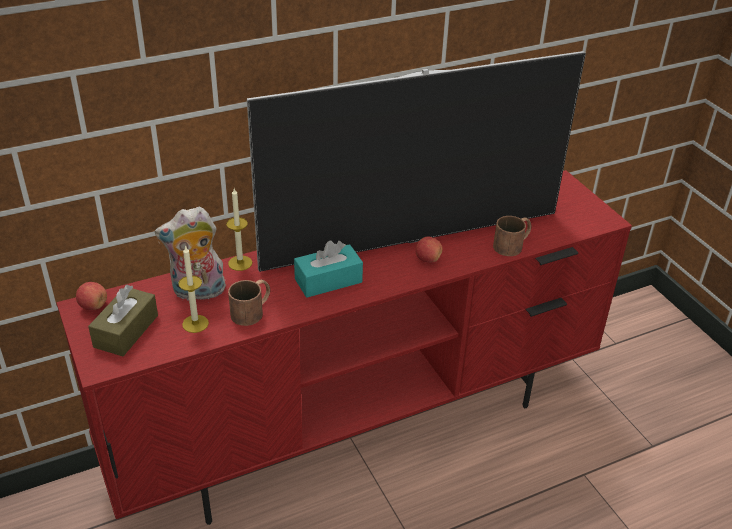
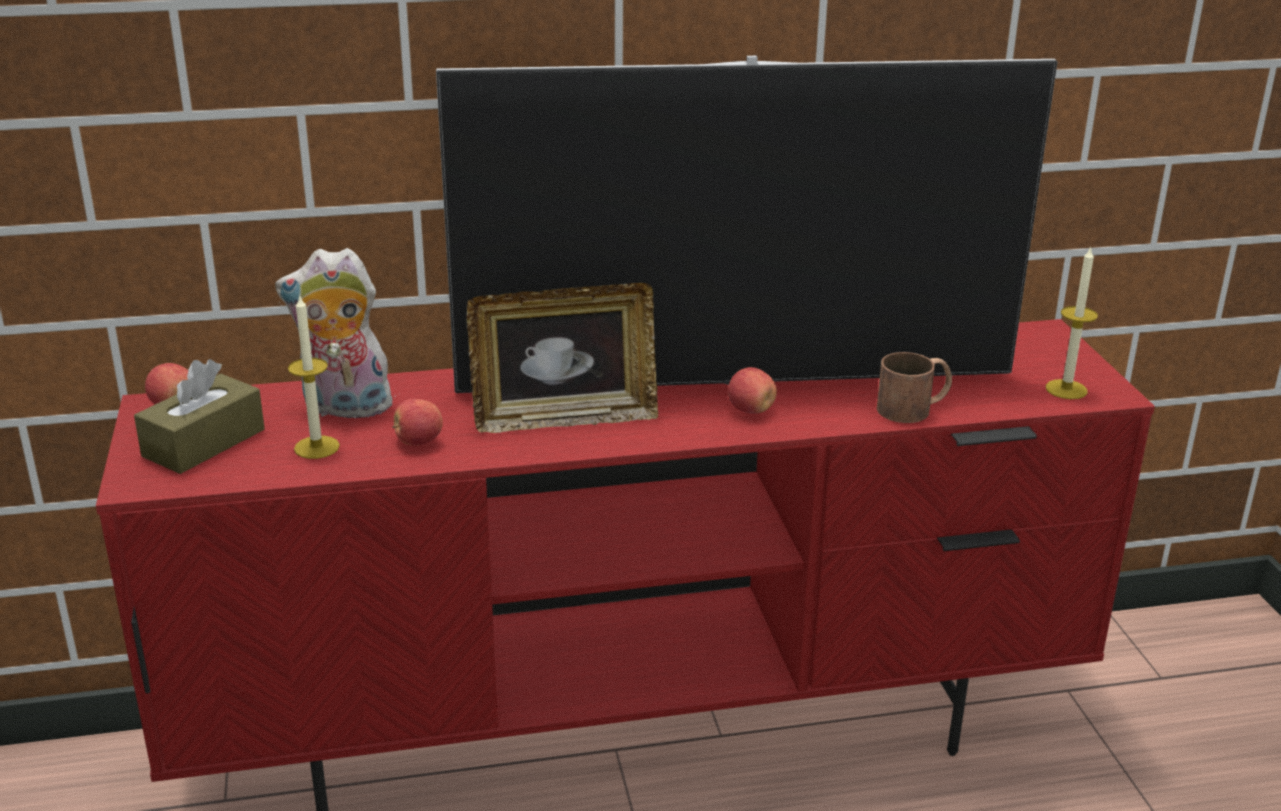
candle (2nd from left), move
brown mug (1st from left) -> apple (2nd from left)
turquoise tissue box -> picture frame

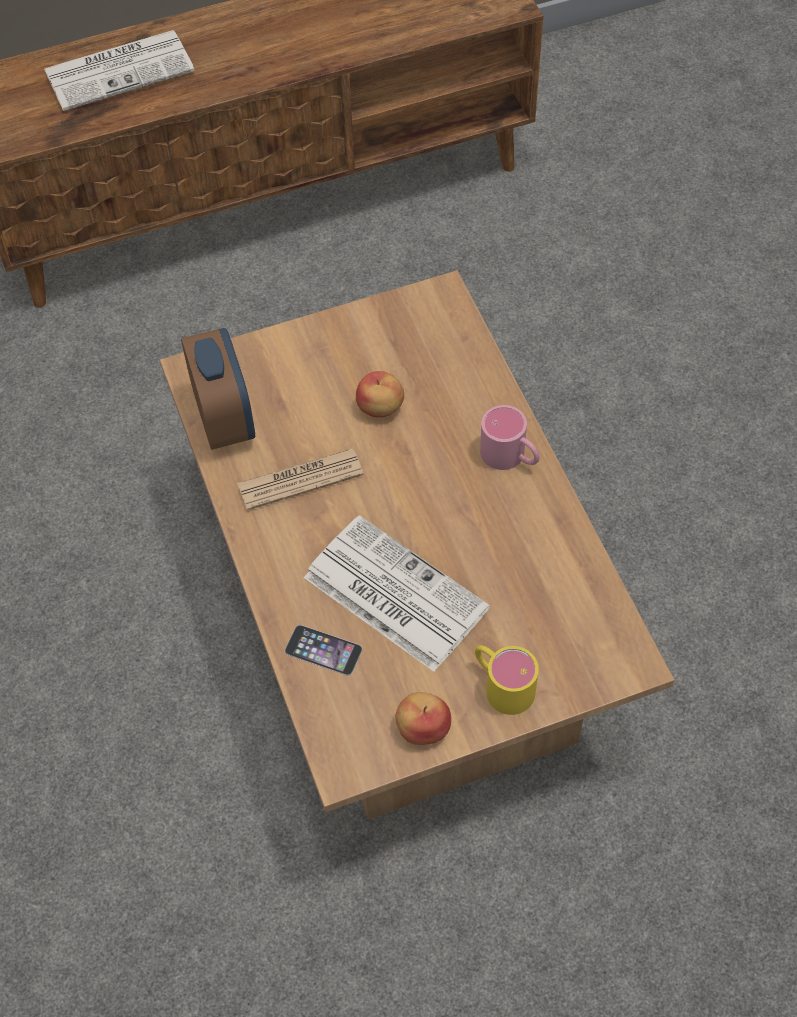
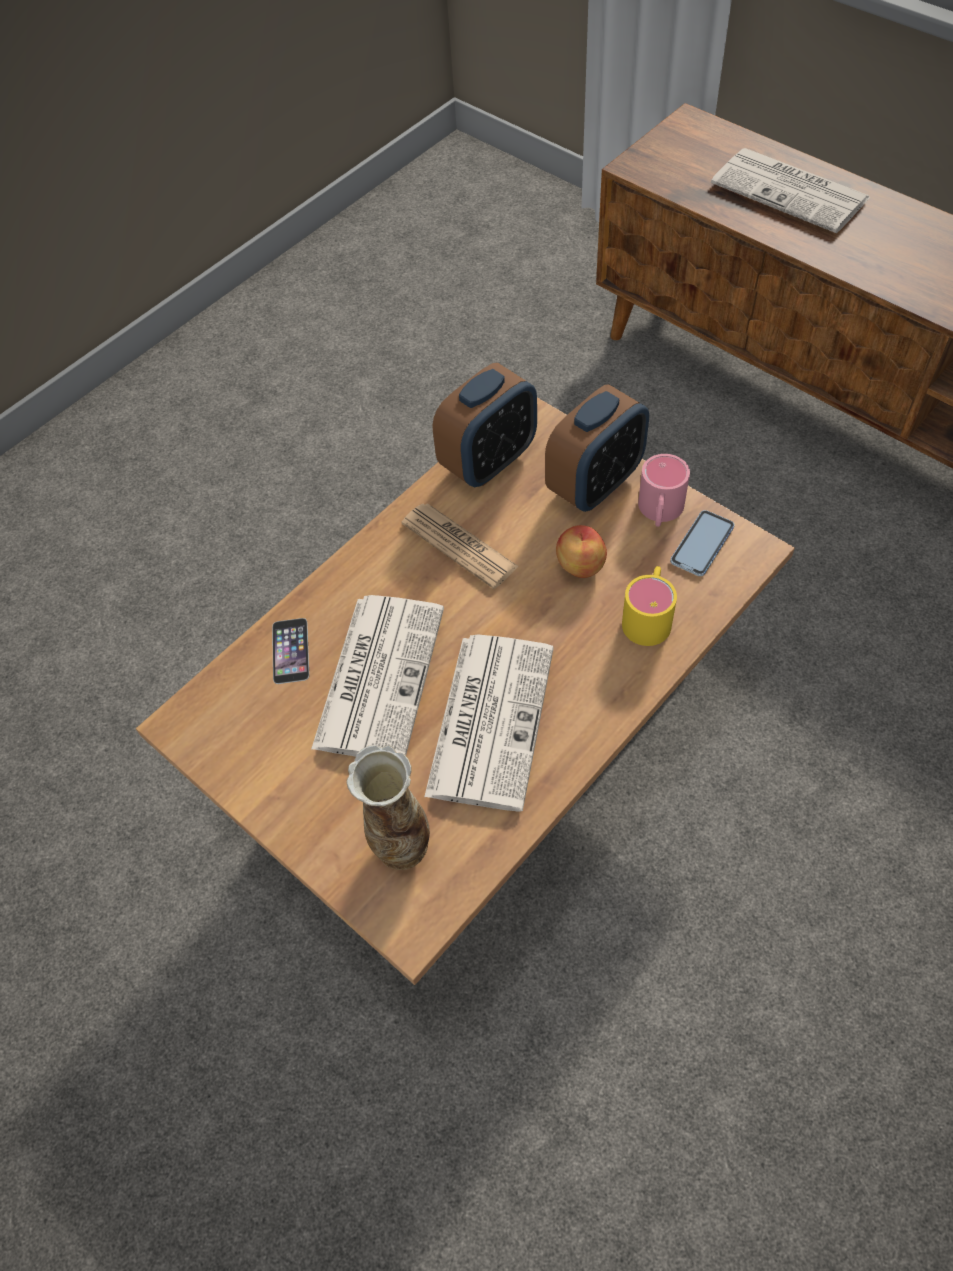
apple (2nd from left) -> none
yellow mug, move
pink mug, move
none -> vase
none -> newspaper (3rd from left)
none -> alarm clock (2nd from left)
none -> phone (2nd from left)

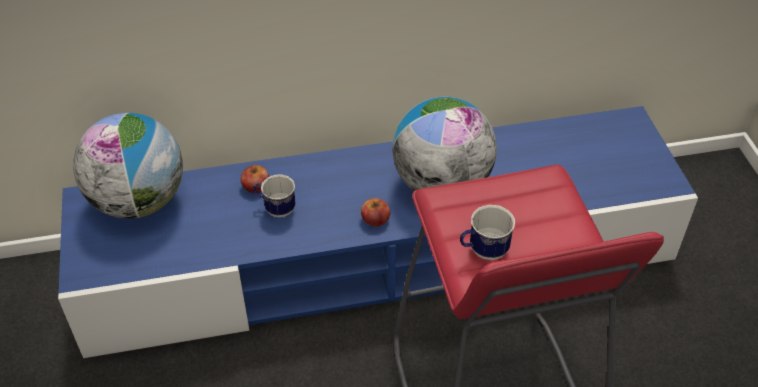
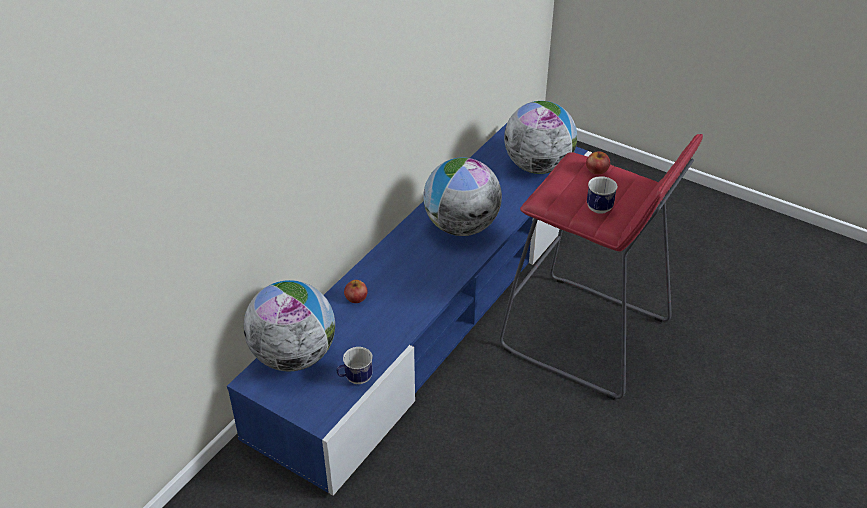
mug (1st from left), move
apple (2nd from left), move
none -> globe (3rd from left)

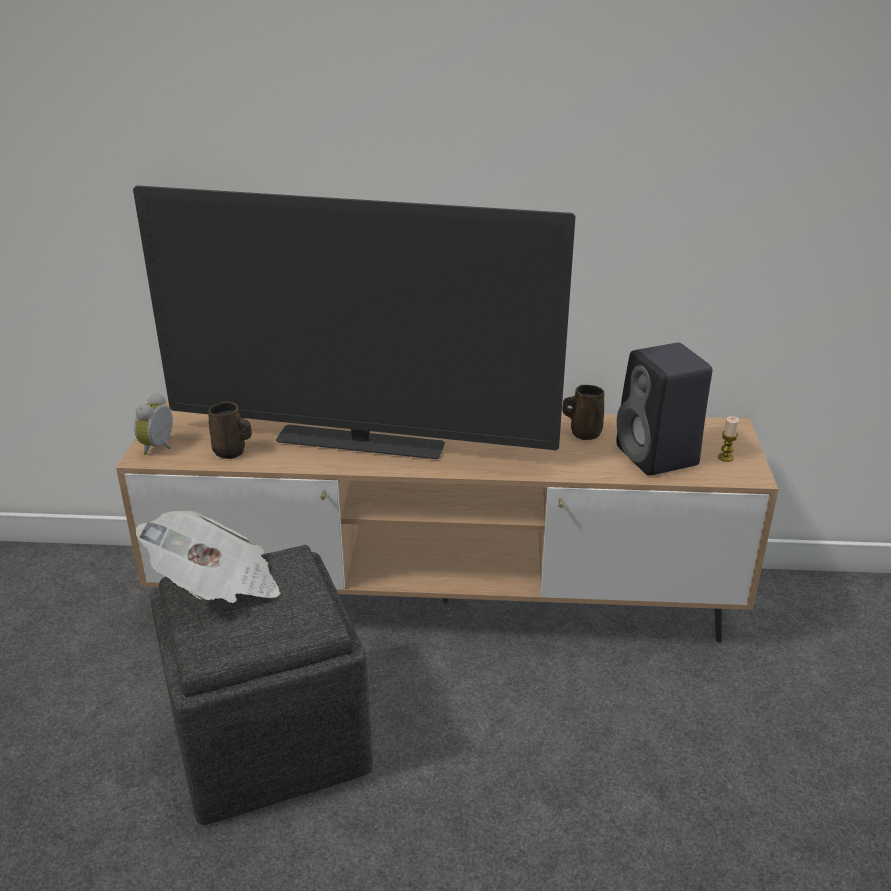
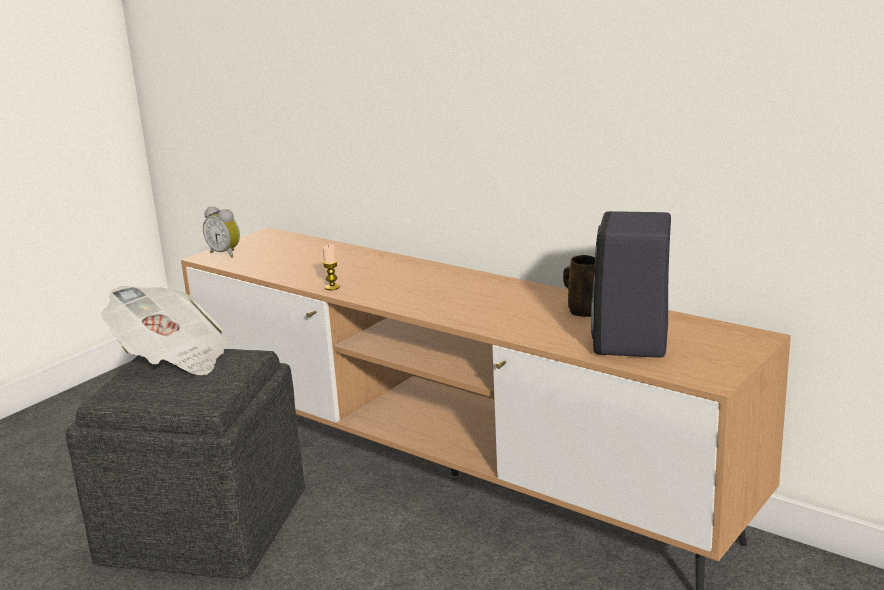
television -> none
alarm clock, 105 degrees counterclockwise
brown mug (1st from left) -> none
candle, move

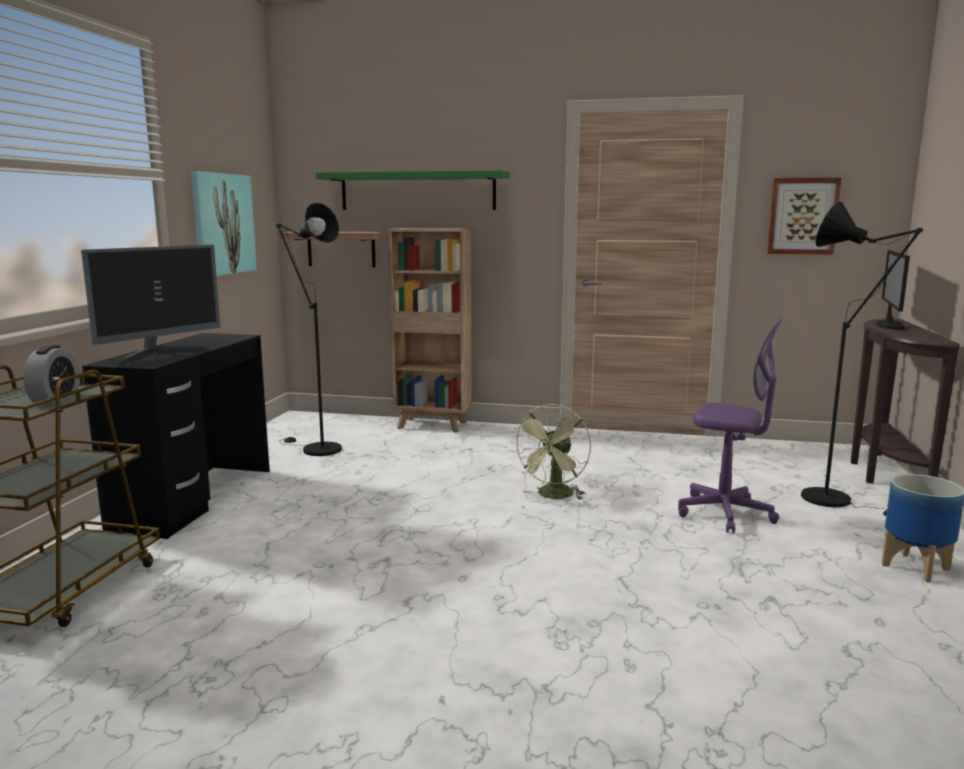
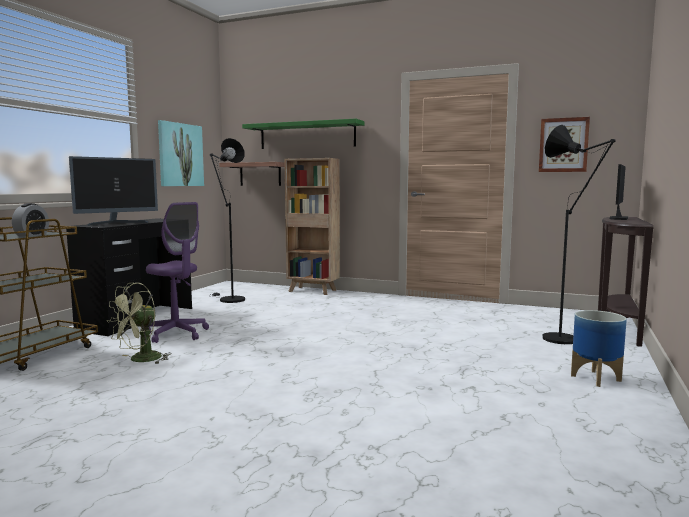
green fan, move
purple office chair, move

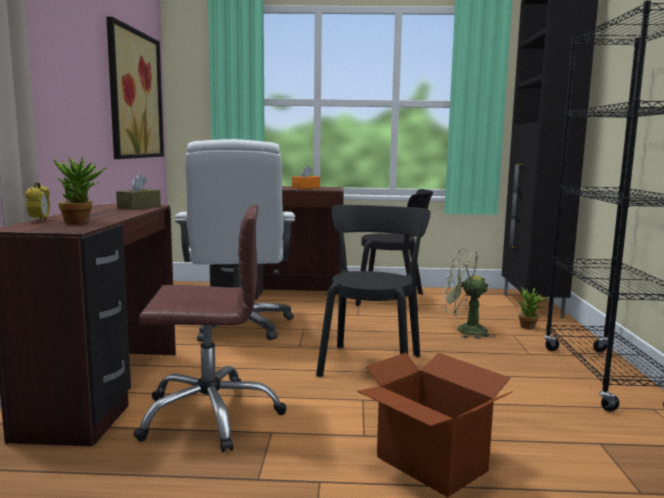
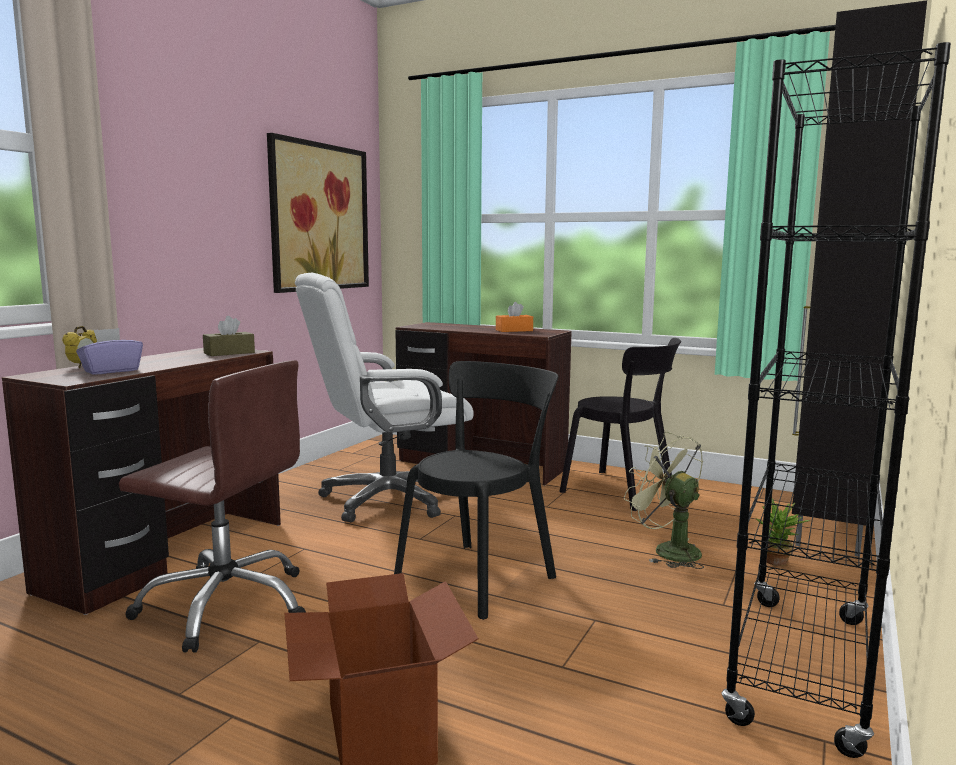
potted plant (1st from left) -> purple tissue box
white office chair, 45 degrees clockwise

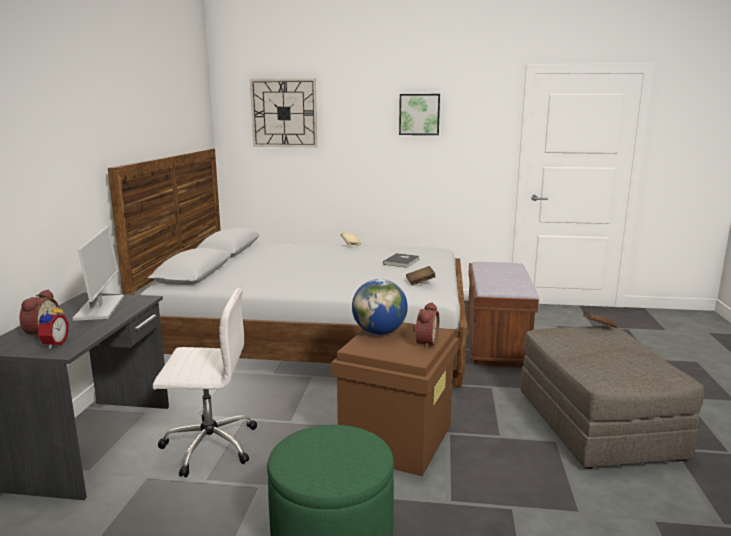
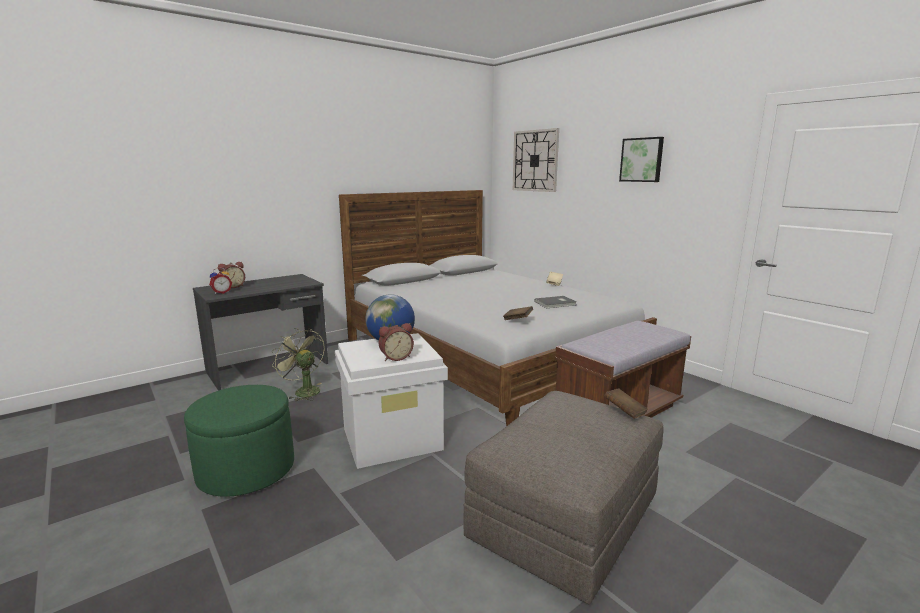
monitor -> none
white office chair -> green fan
brown storage box -> white storage box

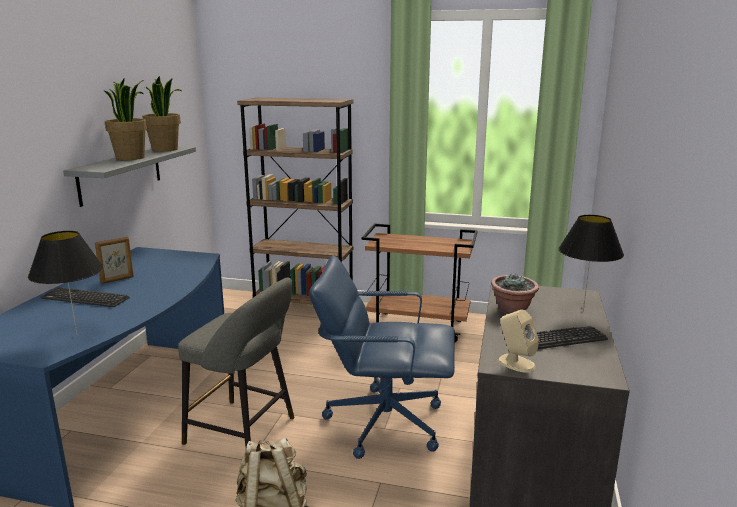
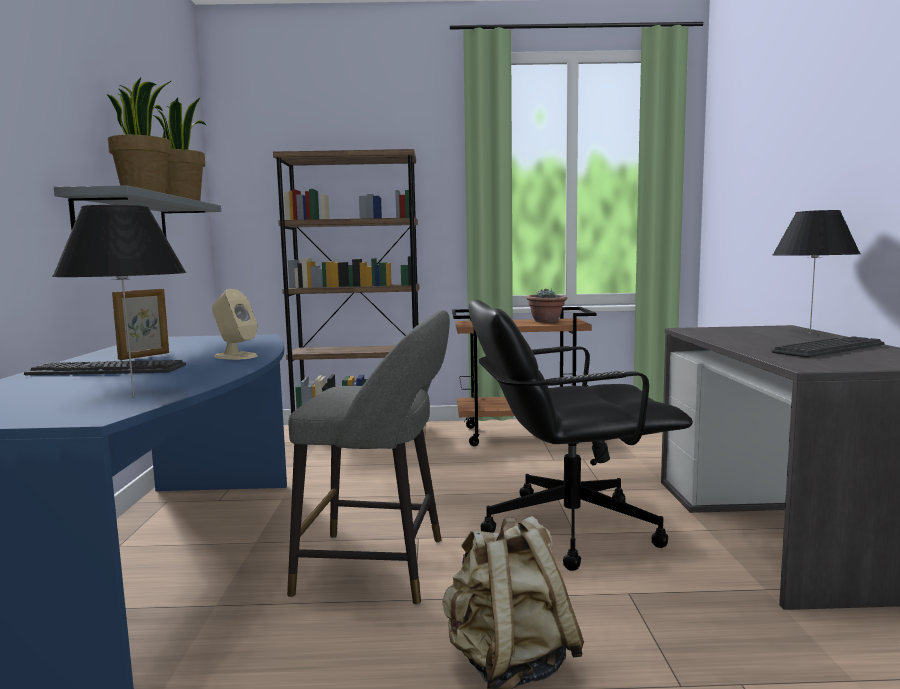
blue office chair -> black office chair
potted plant (3rd from left), move
beige speaker, move

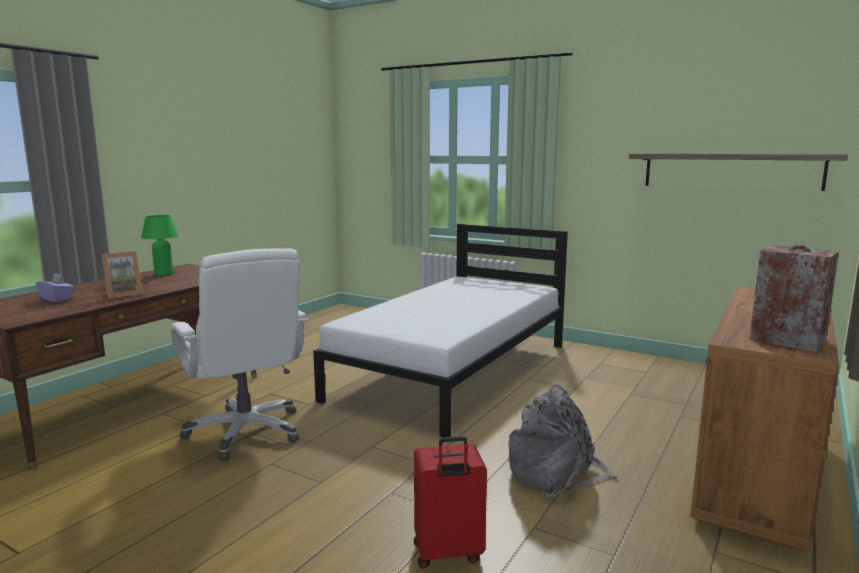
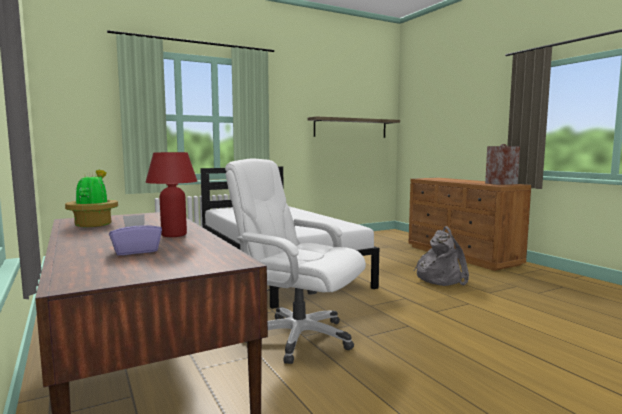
picture frame -> red table lamp
green table lamp -> potted plant
white office chair, 150 degrees counterclockwise
red suitcase -> none

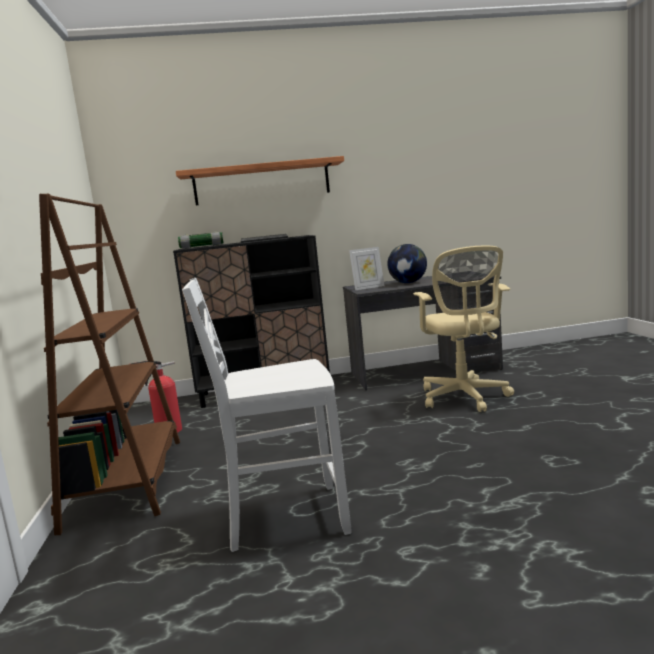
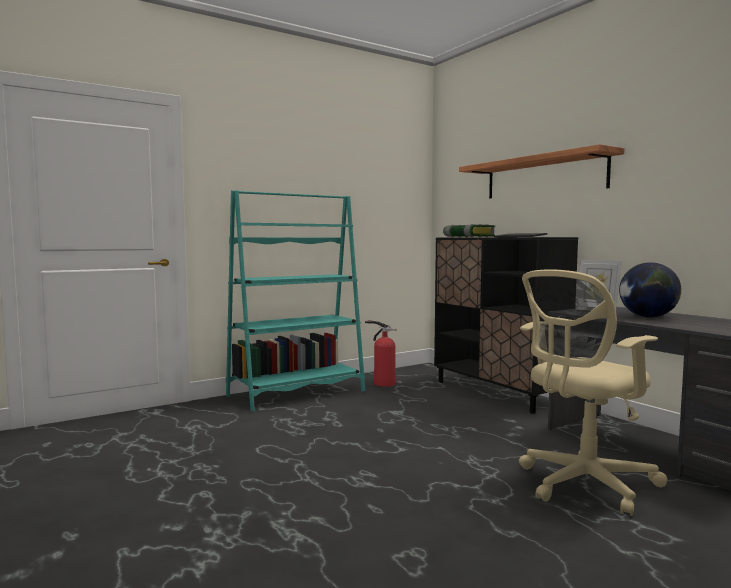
brown bookcase -> turquoise bookcase
white chair -> none

